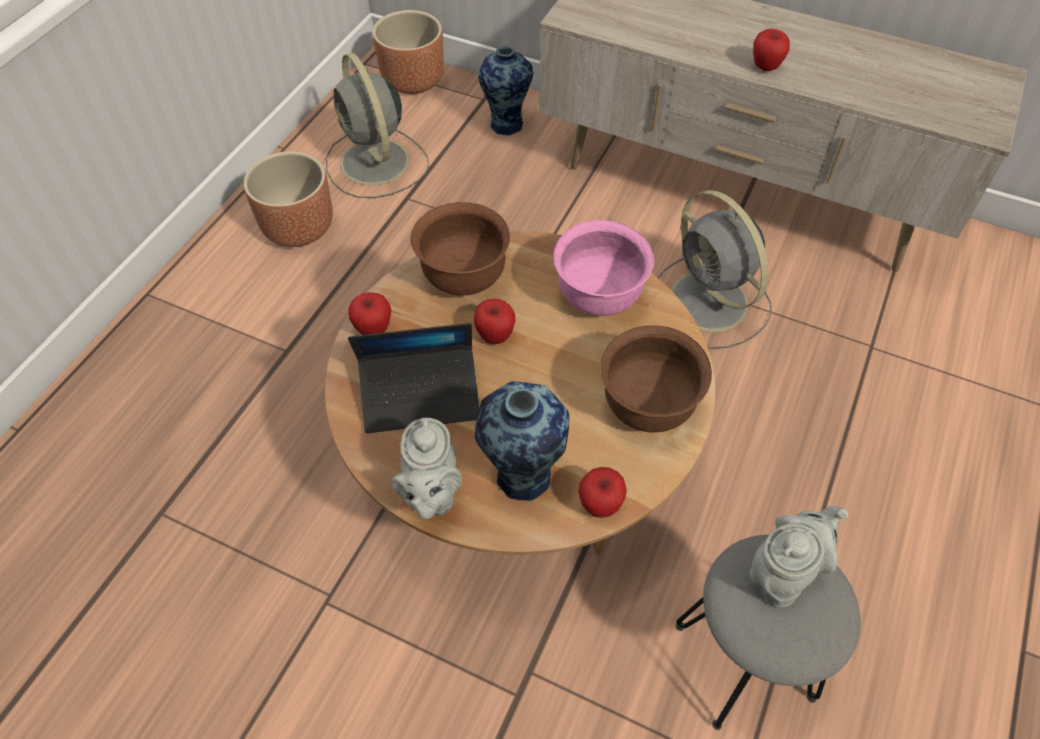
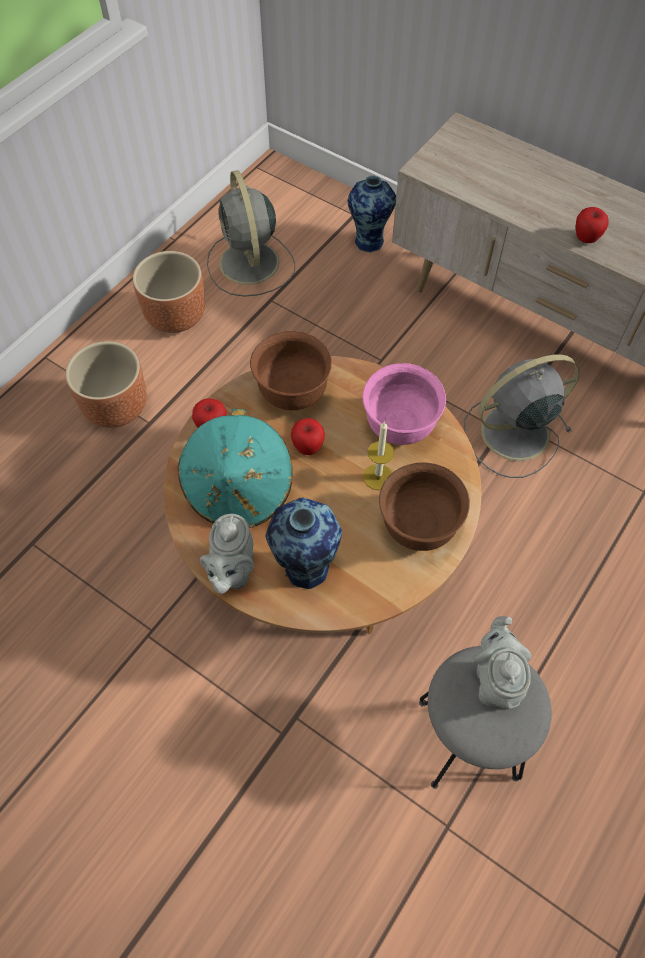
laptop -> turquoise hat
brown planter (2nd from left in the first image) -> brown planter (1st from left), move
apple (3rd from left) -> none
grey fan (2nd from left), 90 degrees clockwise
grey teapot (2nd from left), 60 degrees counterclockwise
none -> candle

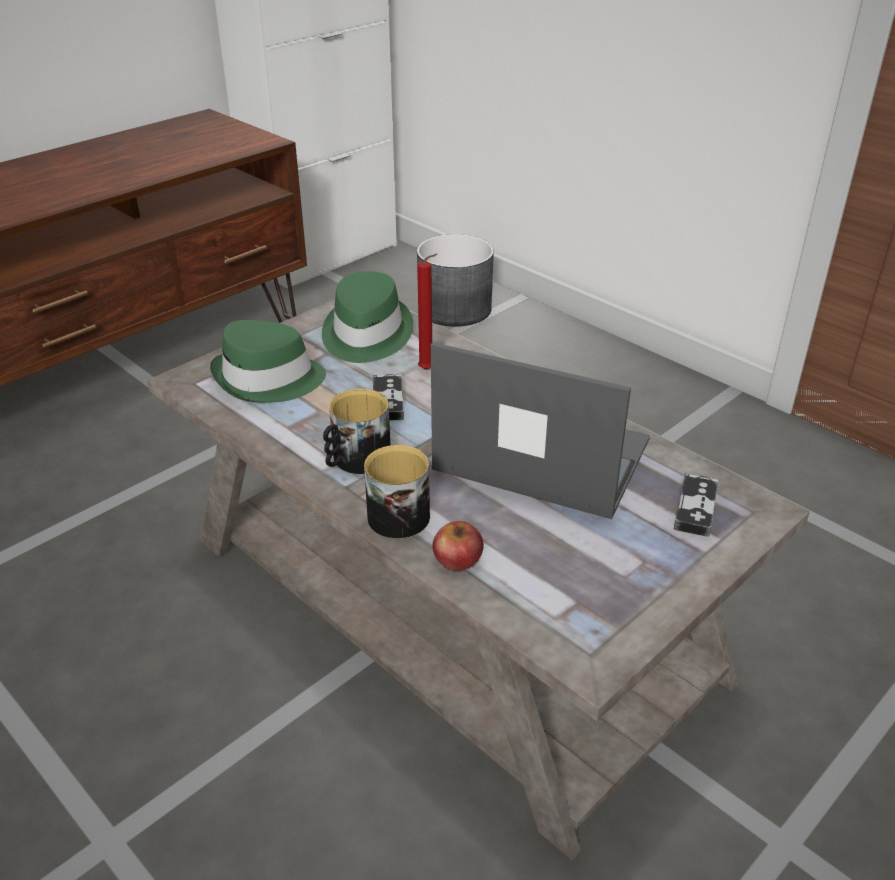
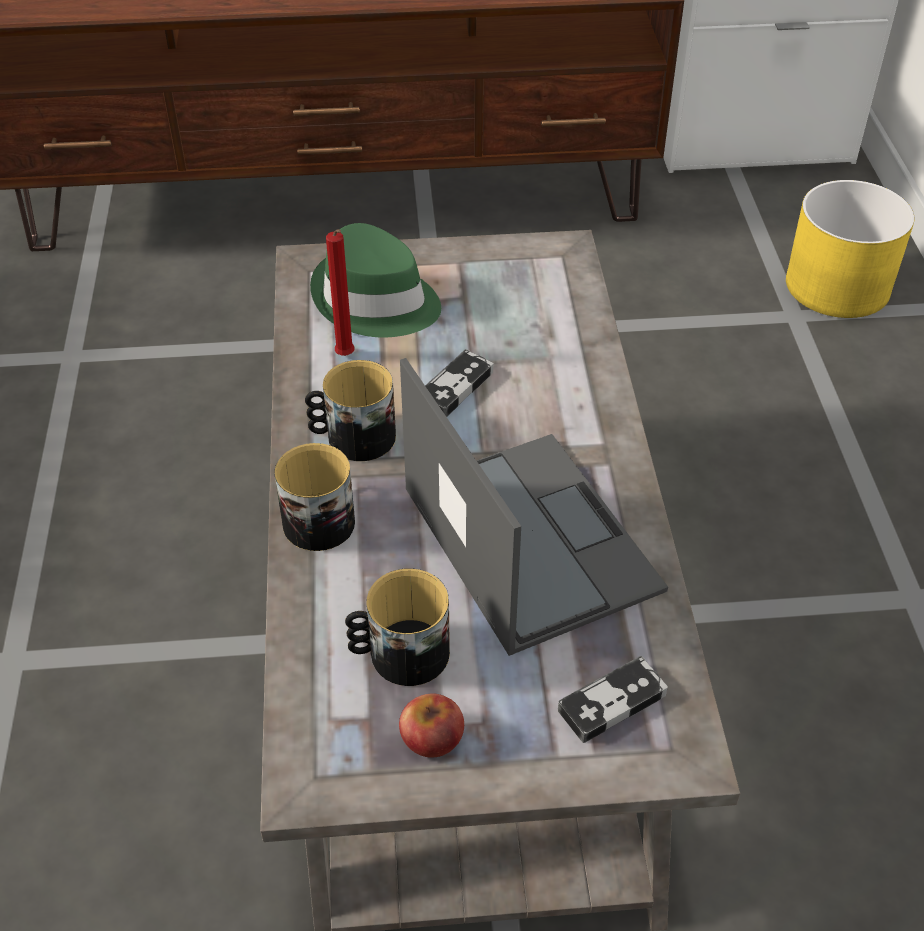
green hat (2nd from left) -> none
grey planter -> yellow planter
red candle, move
apple, move
none -> mug (3rd from left)

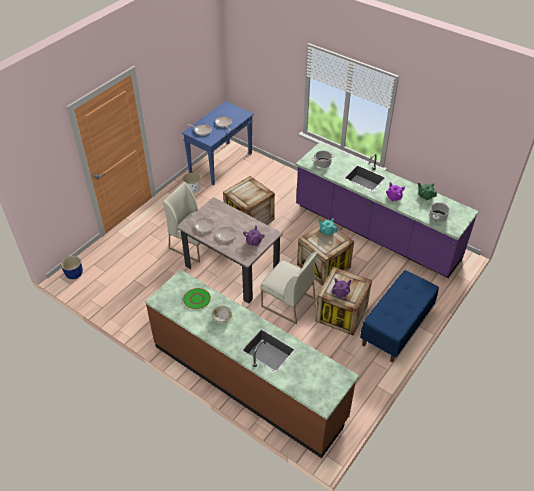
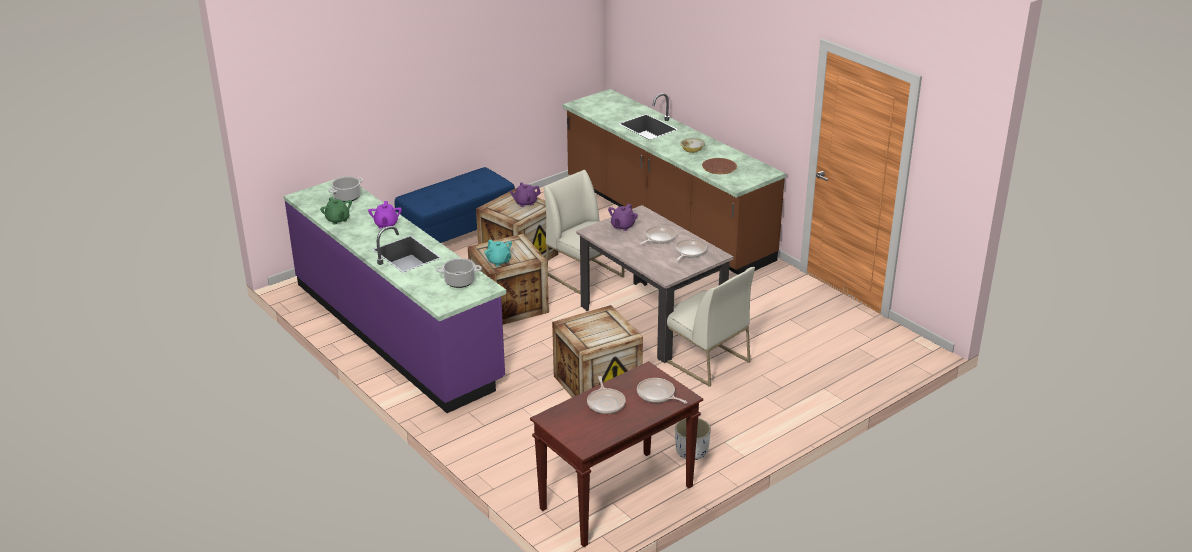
blue planter -> none
blue console table -> brown console table
green plate -> brown plate

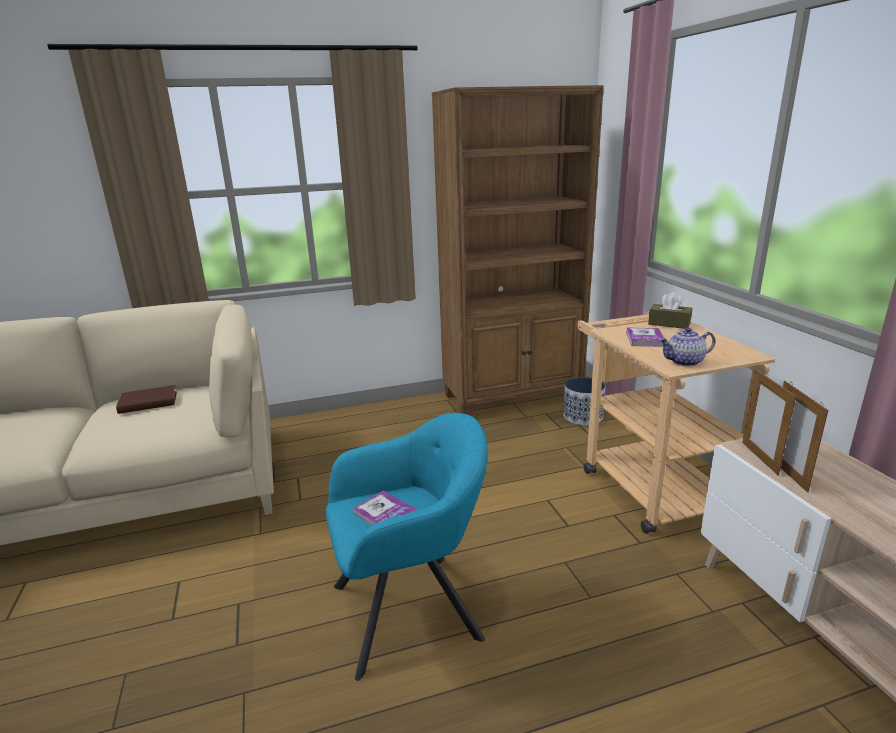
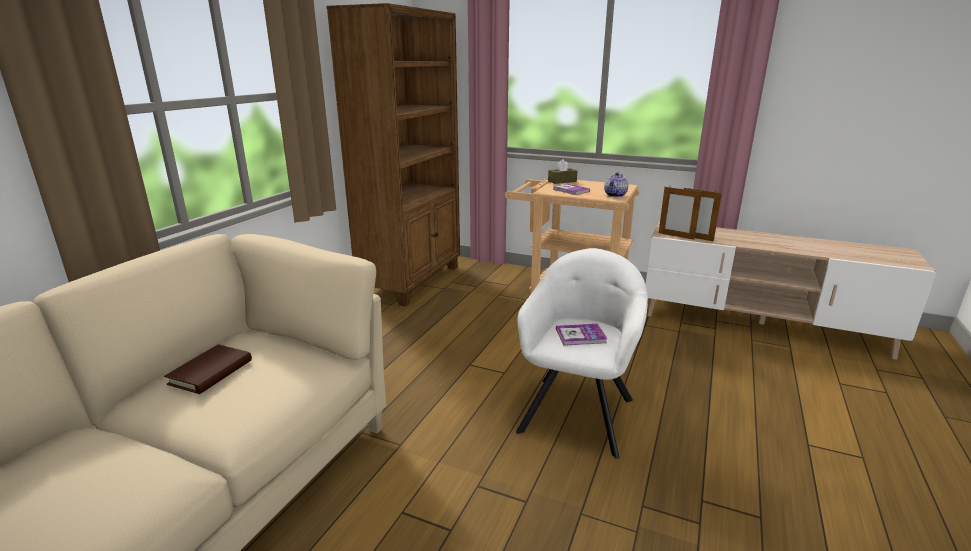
turquoise armchair -> white armchair
planter -> none

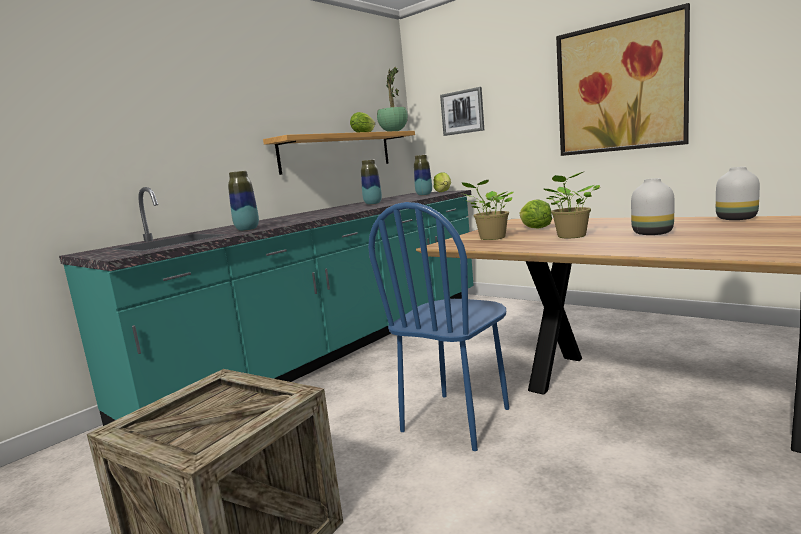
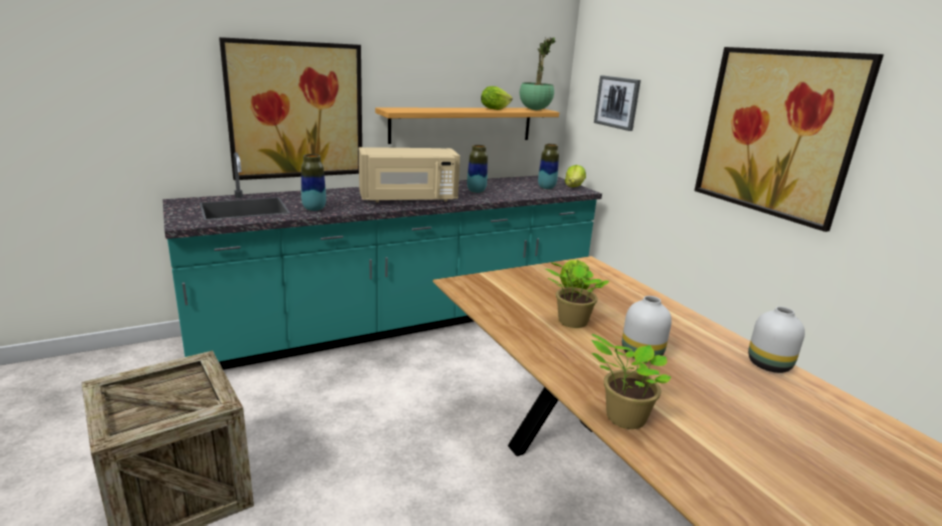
blue chair -> none
potted plant (2nd from left in the first image) -> potted plant (3rd from left), move
none -> picture (1st from left)
none -> beige microwave

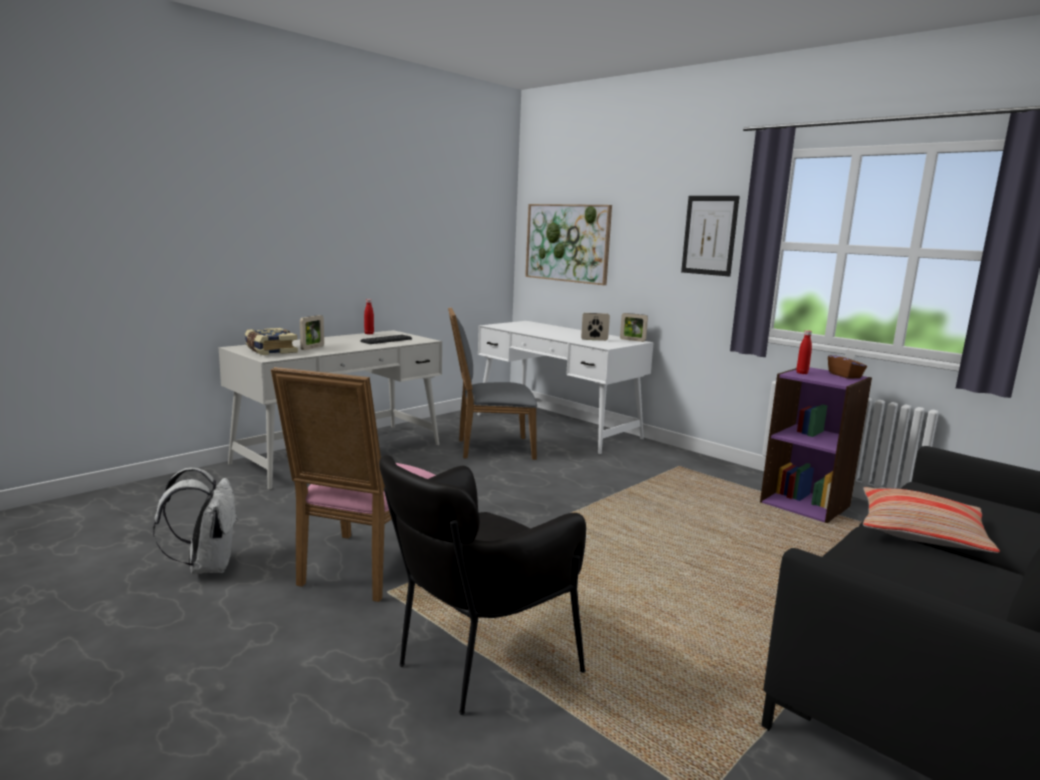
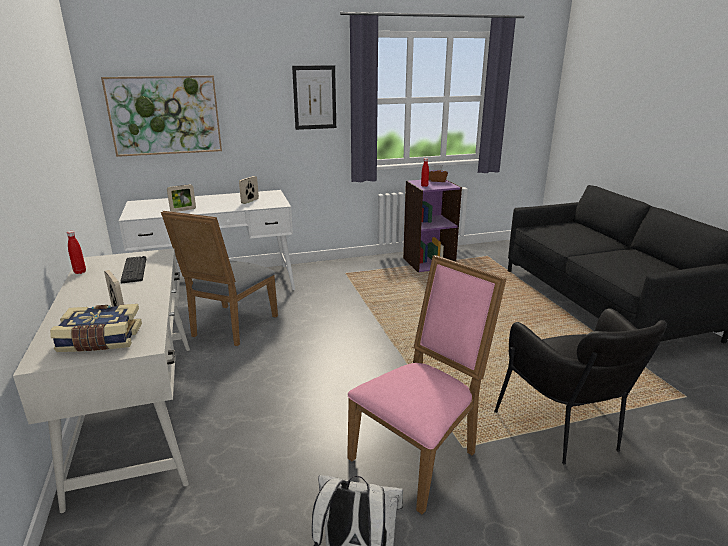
pink chair, 90 degrees counterclockwise
picture frame (3rd from left in the first image) -> picture frame (2nd from left), move
pillow -> none

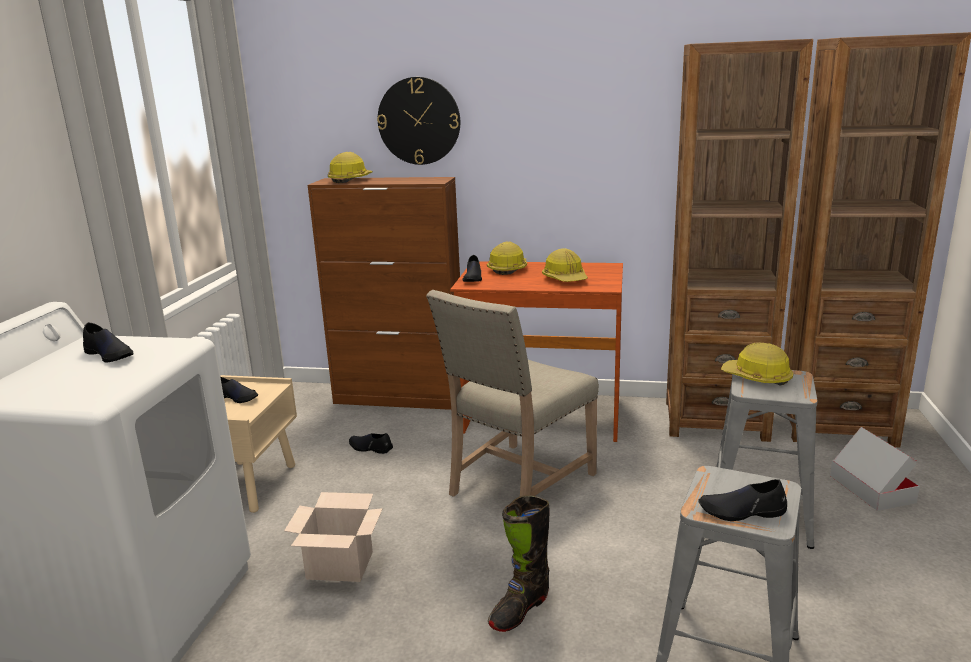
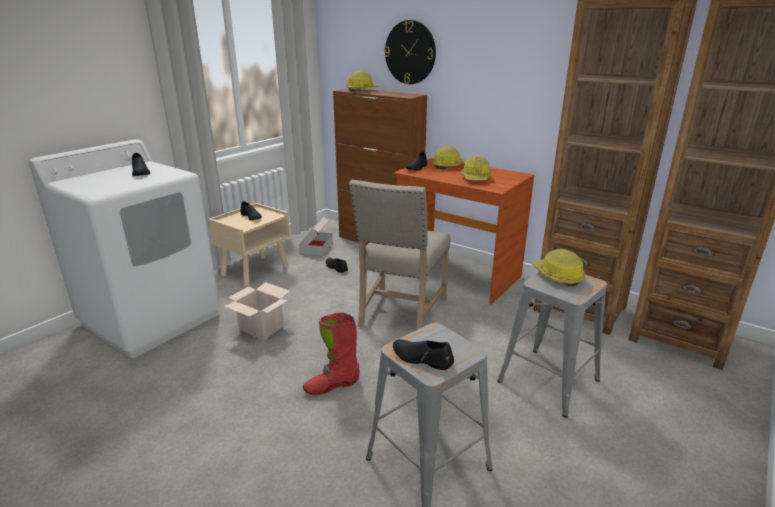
beige chair, 45 degrees counterclockwise
black boot -> red boot
cardboard box (2nd from left), move

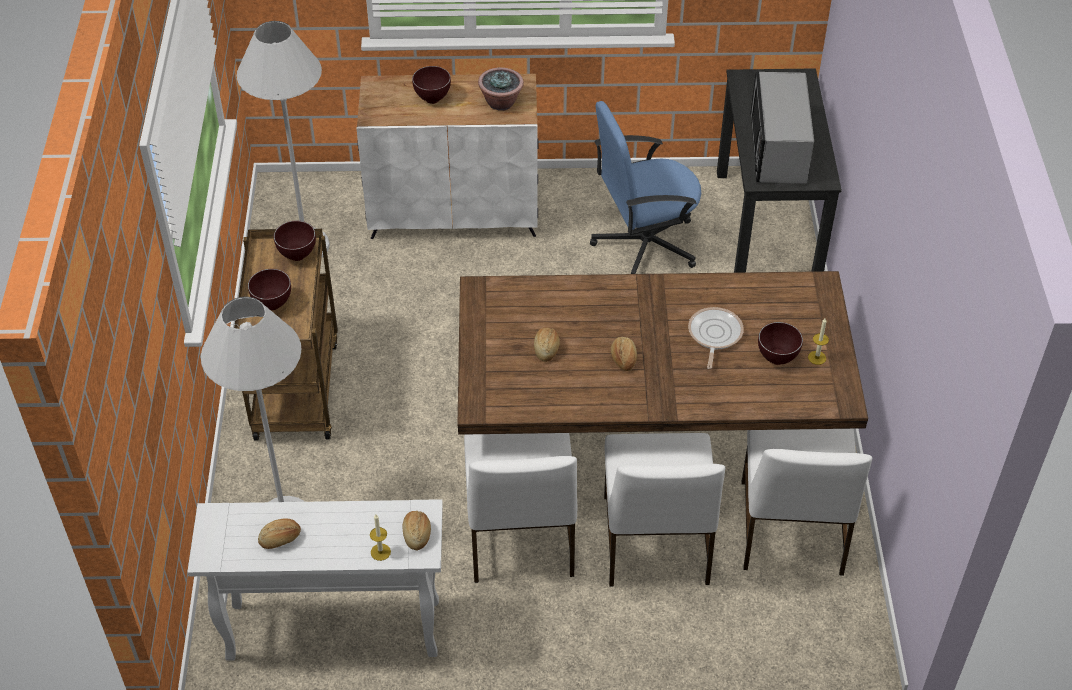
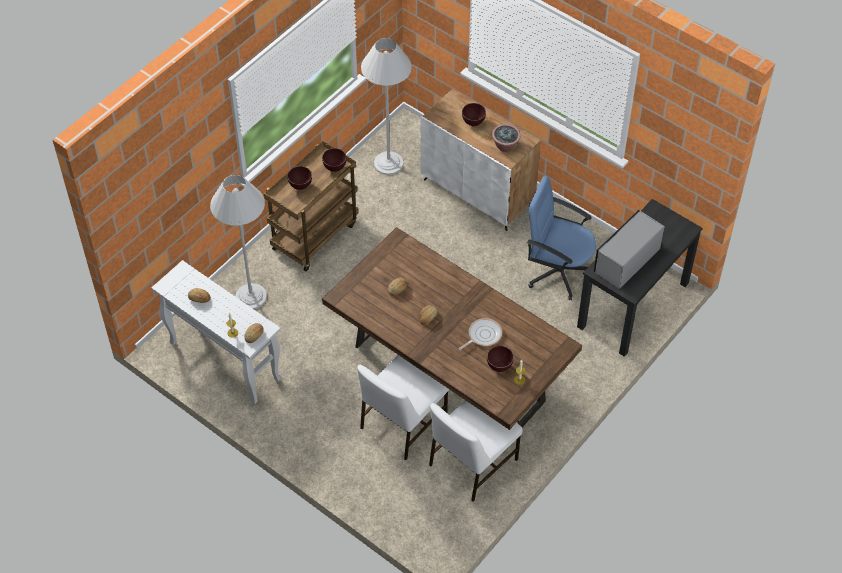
white chair (1st from left) -> none

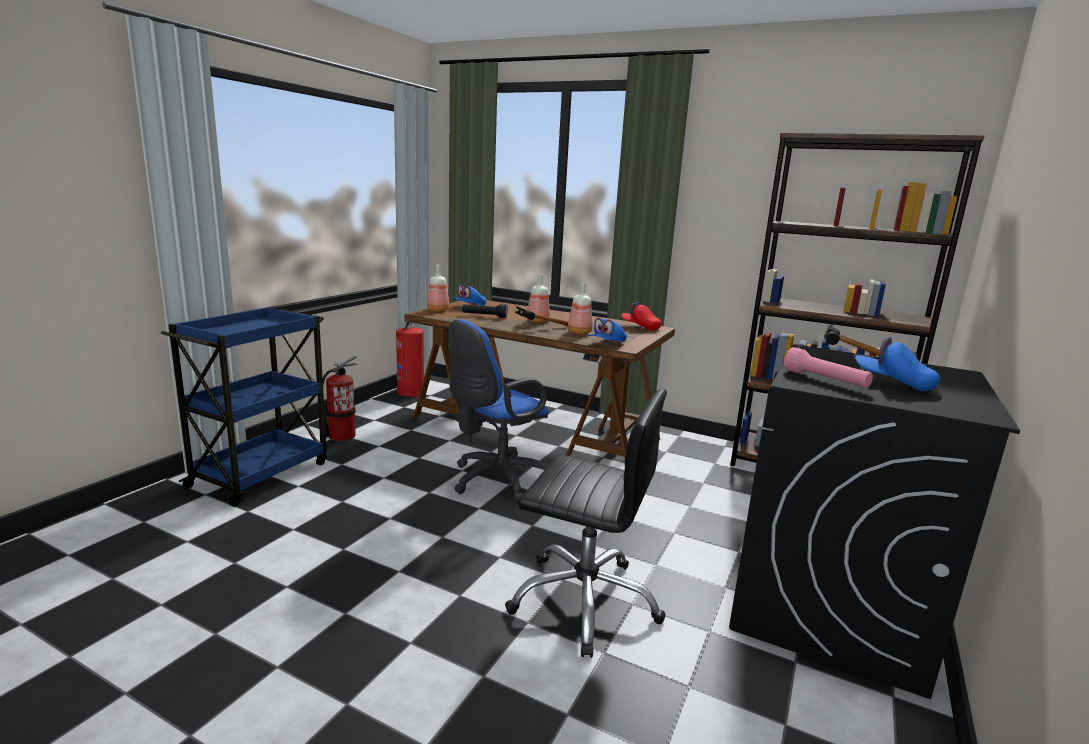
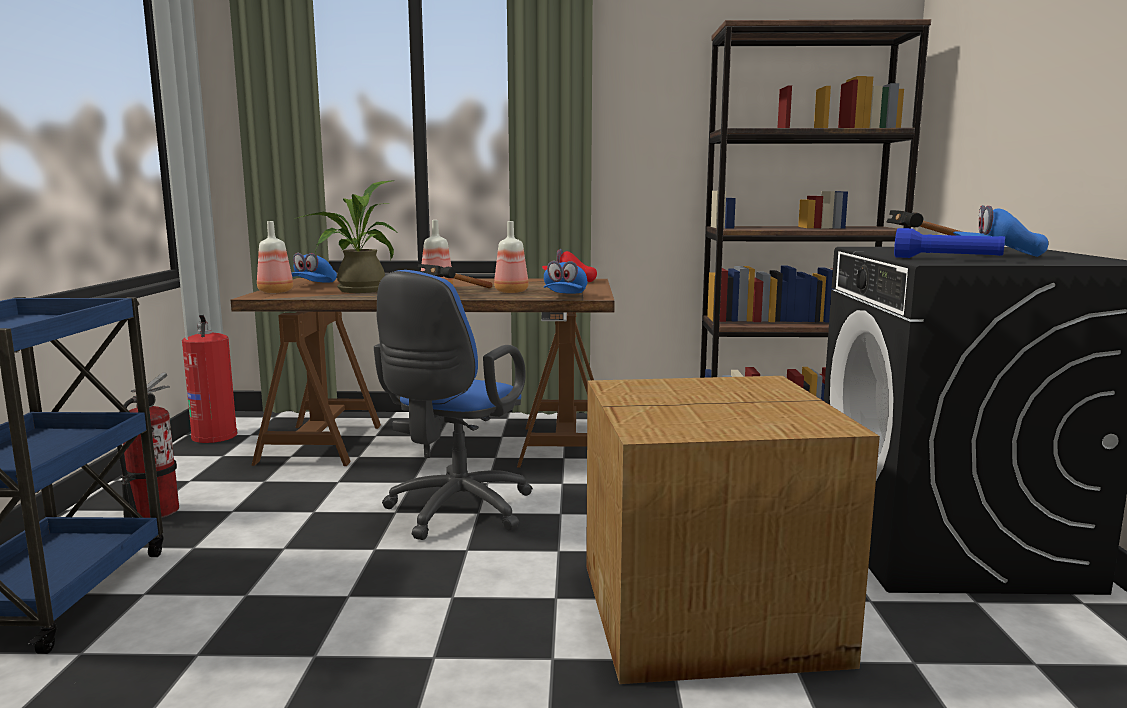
black flashlight -> potted plant
black office chair -> cardboard box
pink flashlight -> blue flashlight

